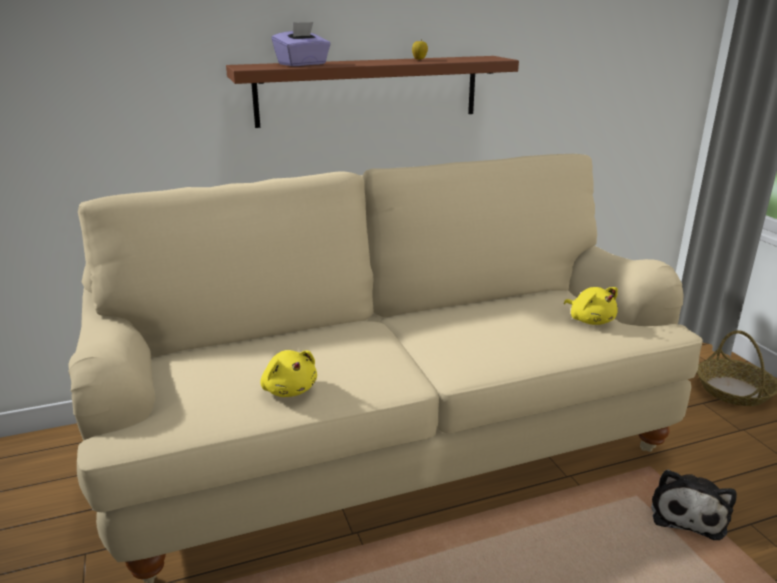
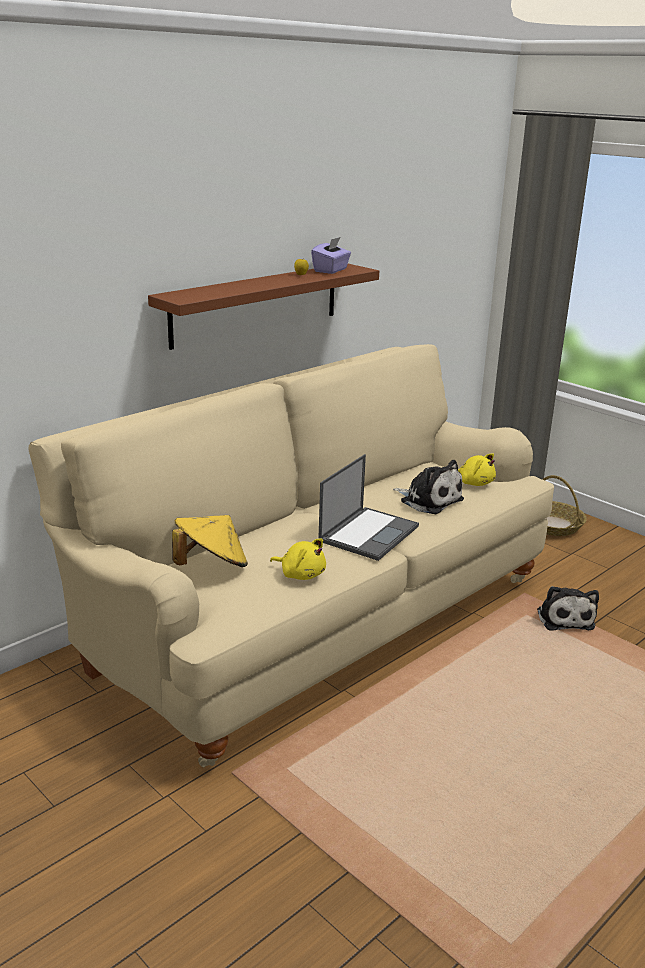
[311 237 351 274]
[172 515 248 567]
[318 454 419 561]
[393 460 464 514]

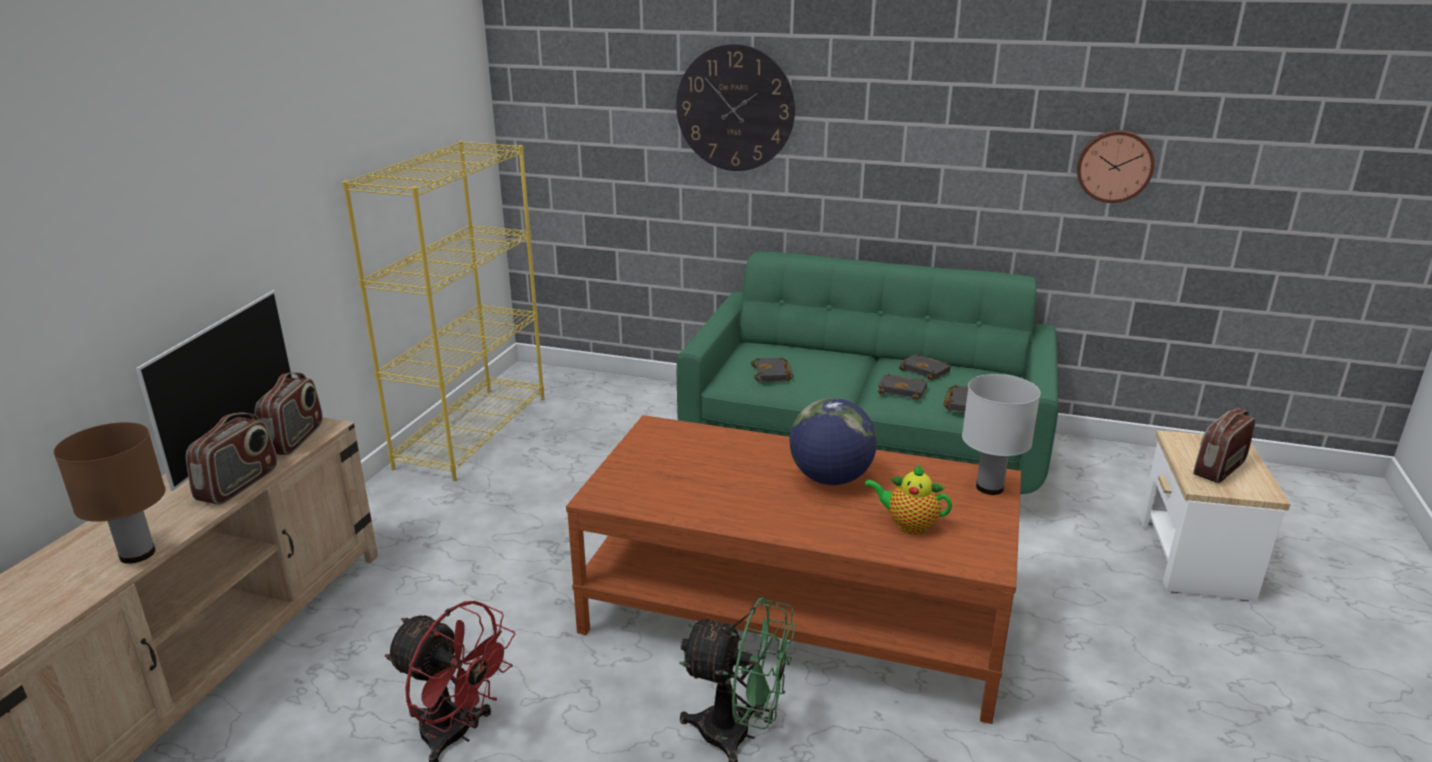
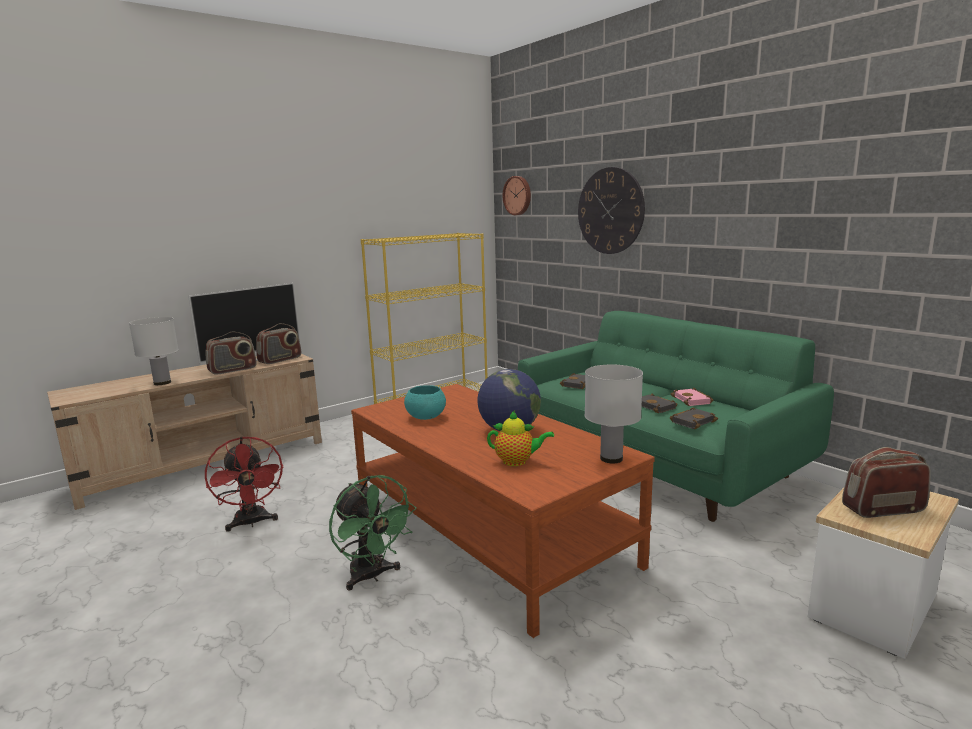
[129 317 179 385]
[487 411 554 466]
[671 388 714 406]
[503 176 531 215]
[404 385 446 420]

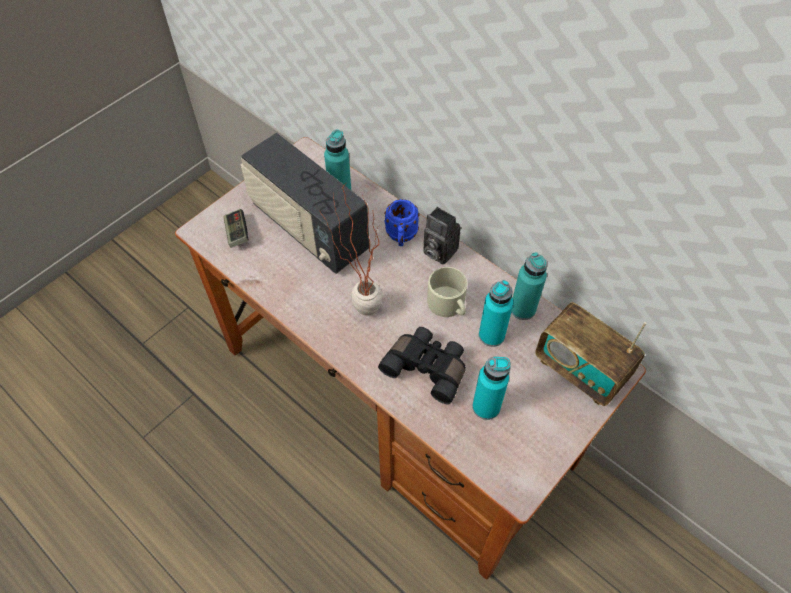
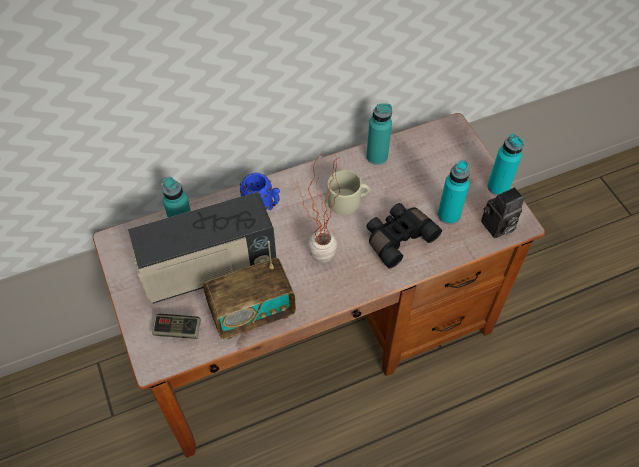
[481 187 525 238]
[488 134 524 196]
[203 241 296 339]

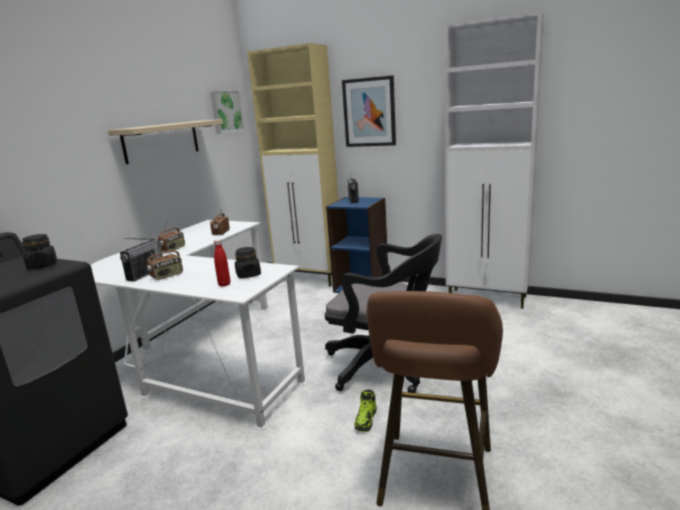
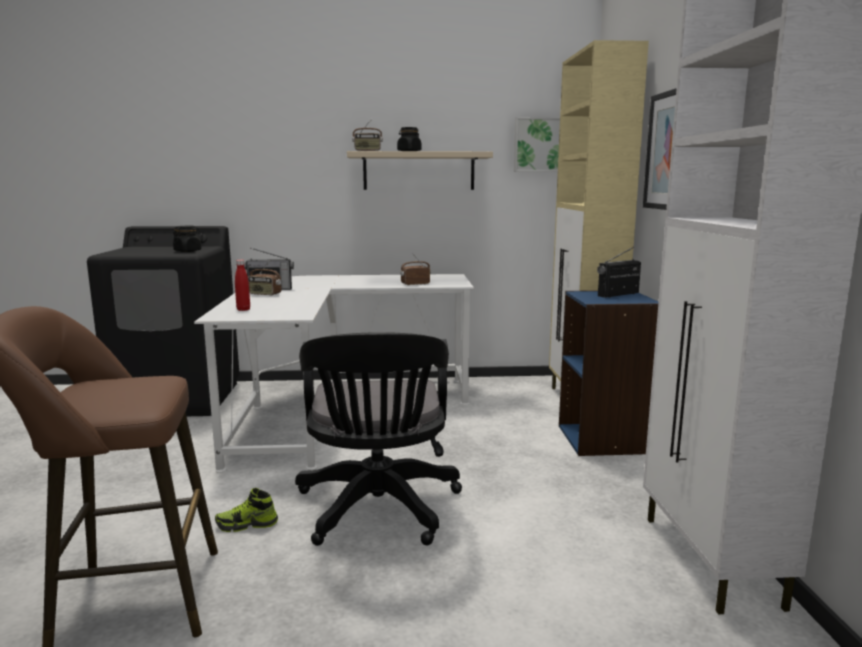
[352 119 383 151]
[397 127 421 151]

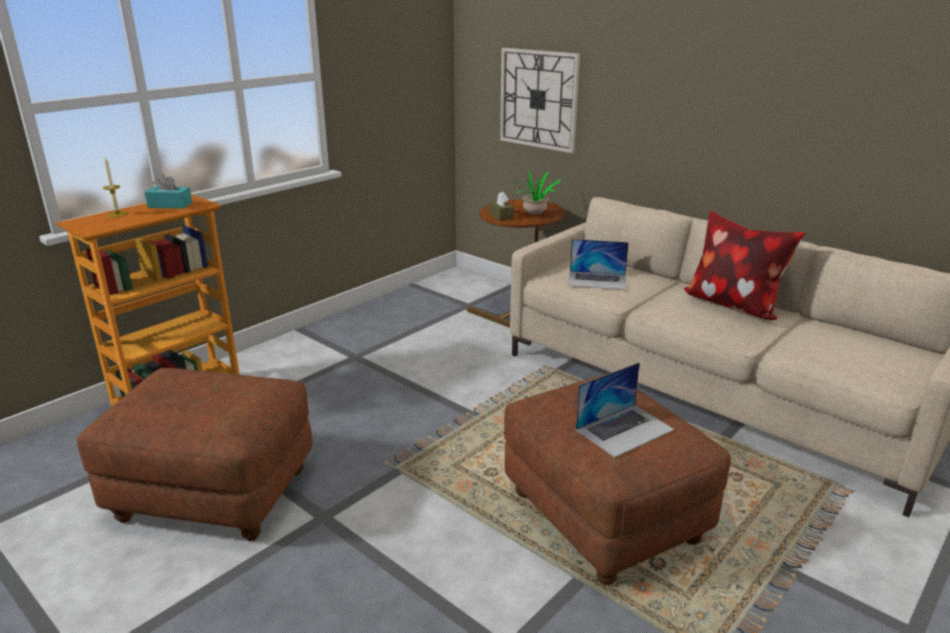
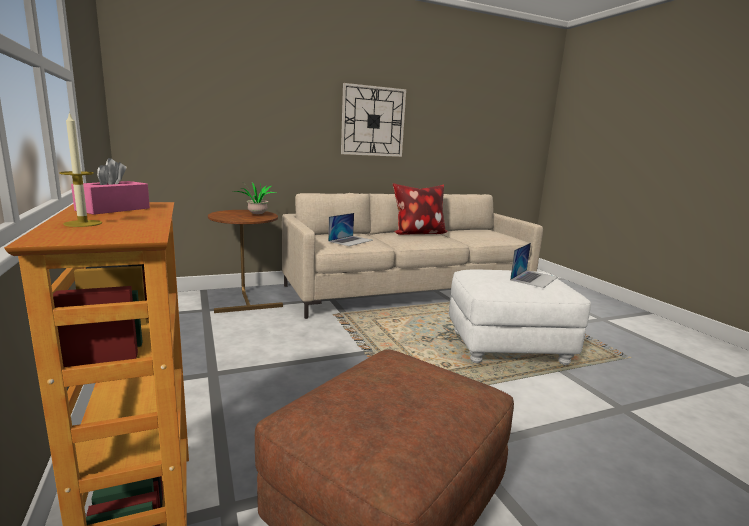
[71 158 150 215]
[489 192 514 221] (first image)
[341 83 406 157]
[449 269 591 365]
[510 243 558 288]

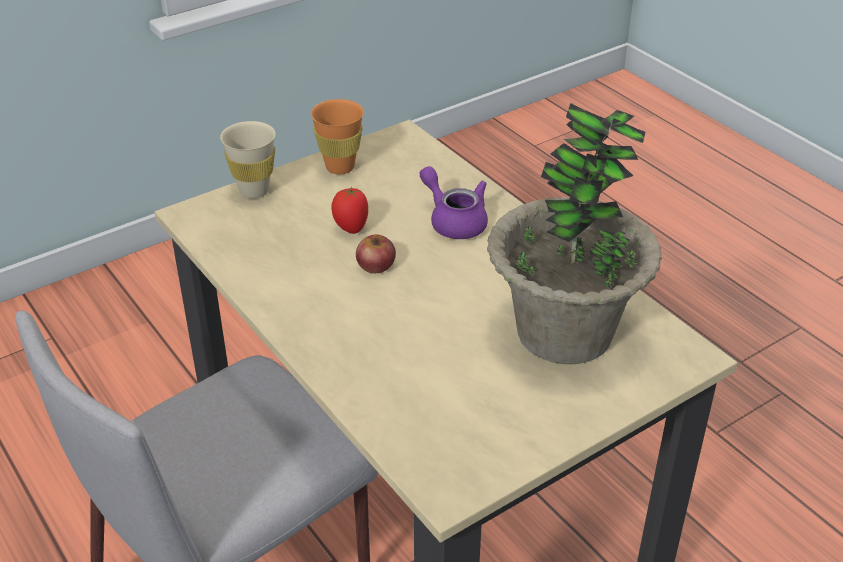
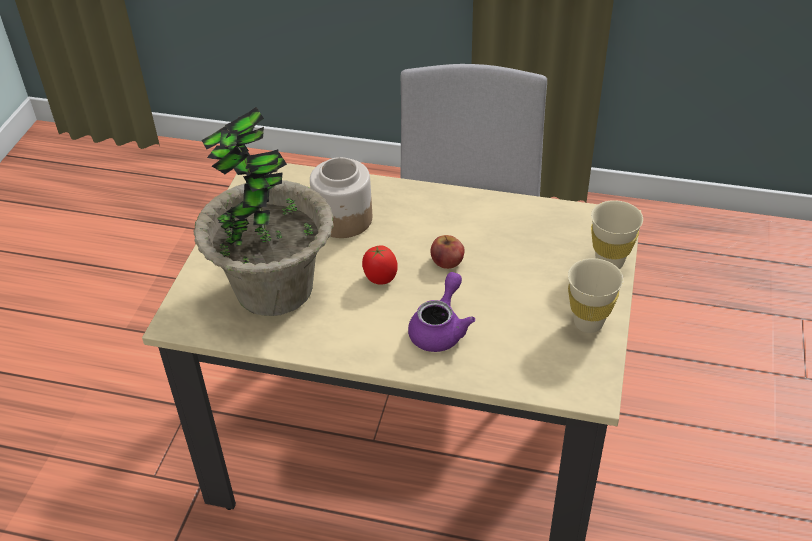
[568 258 623 333]
[362 245 398 285]
[408 272 475 352]
[310 157 372 238]

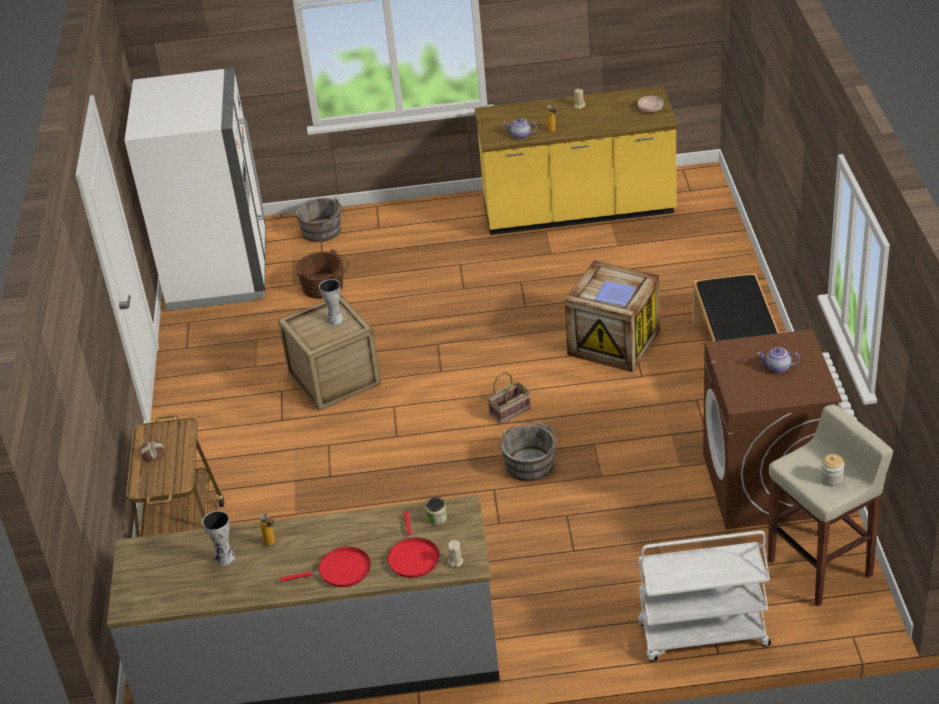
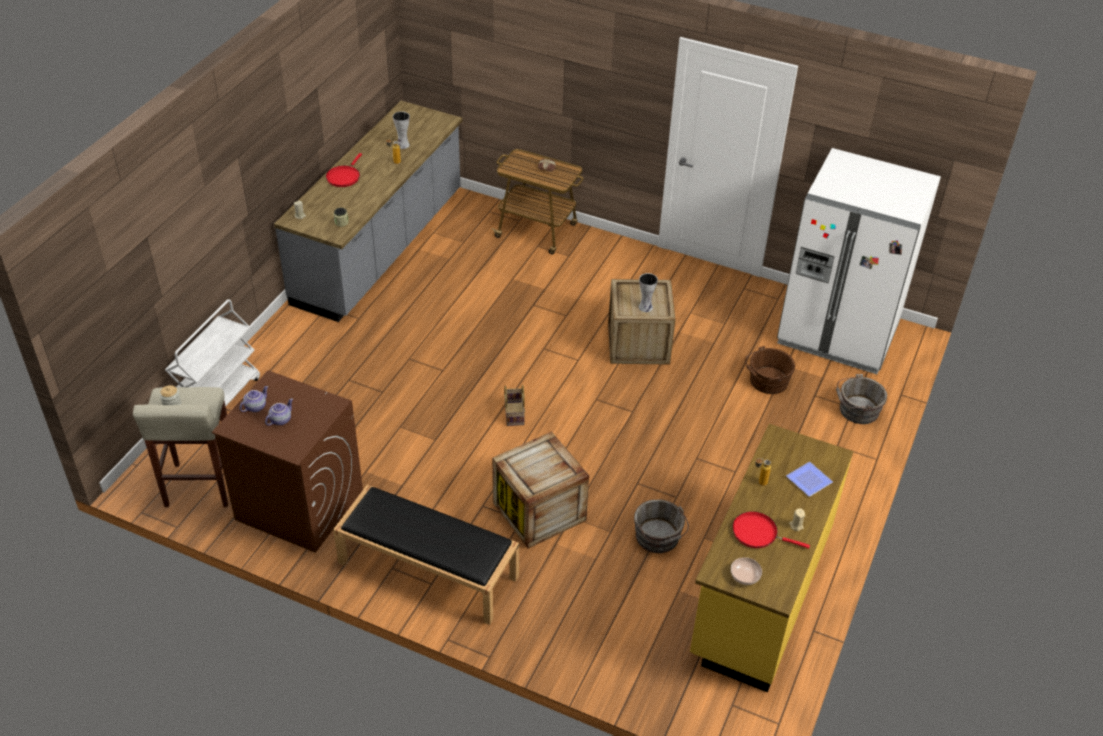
[733 512 810 549]
[634 499 689 553]
[239 386 268 412]
[786 462 833 497]

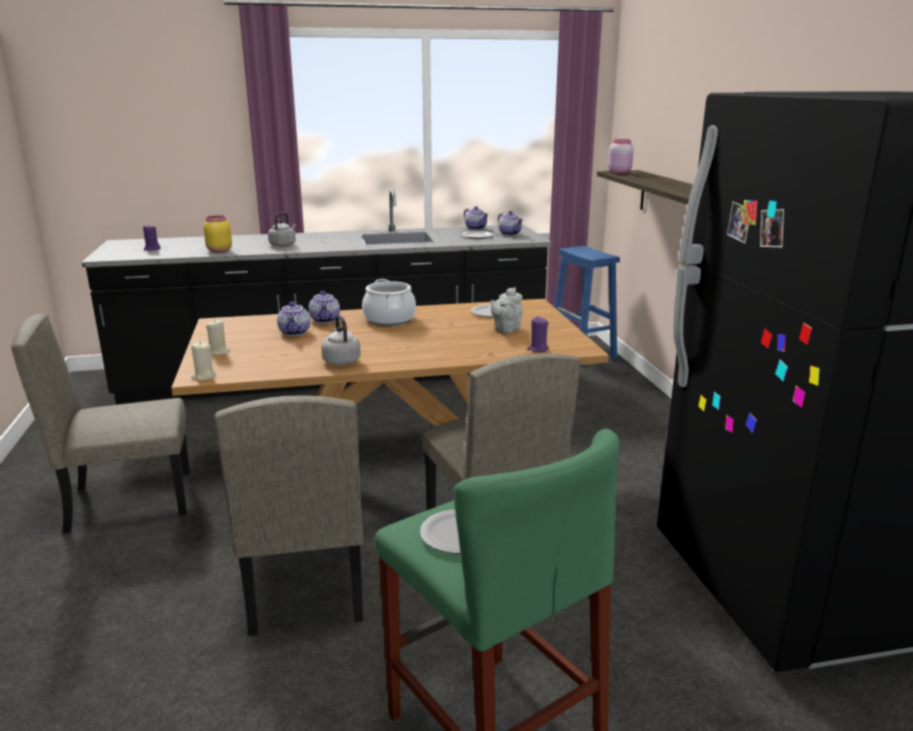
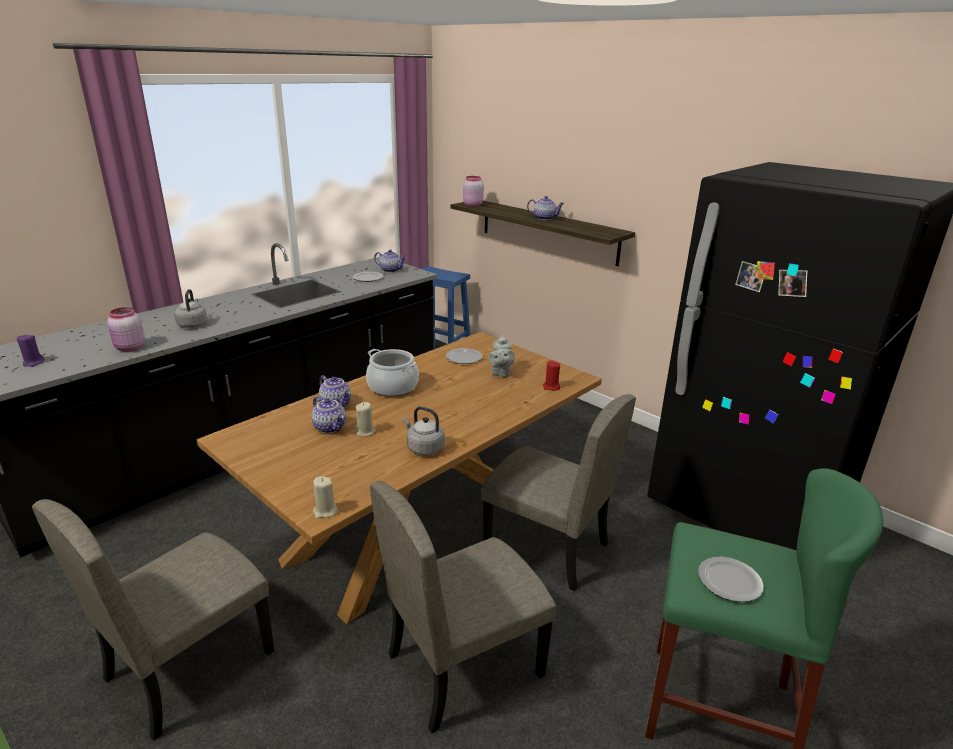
[107 307 145 352]
[355 402 376 436]
[370 481 557 733]
[527 196 565 220]
[543 361 560 391]

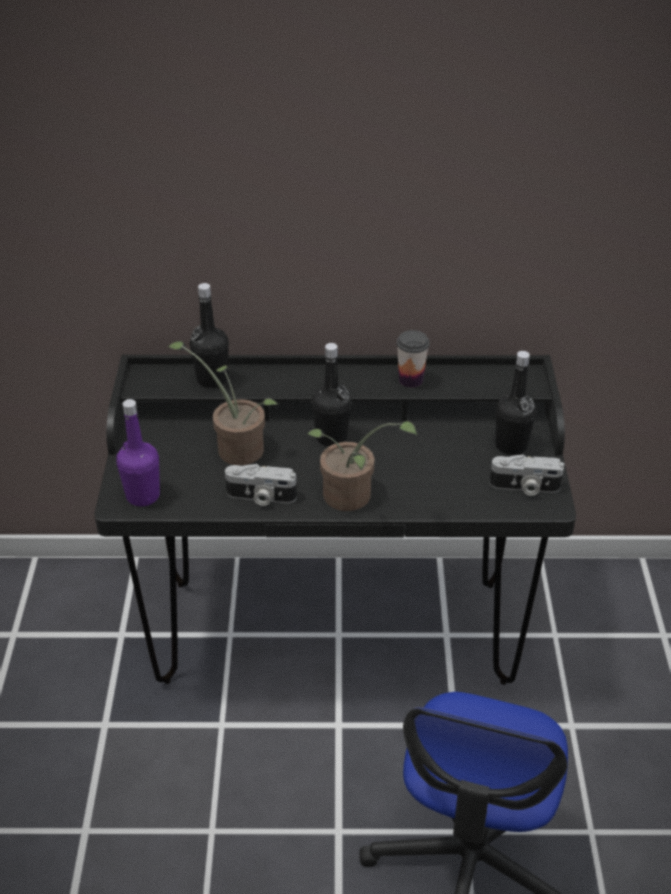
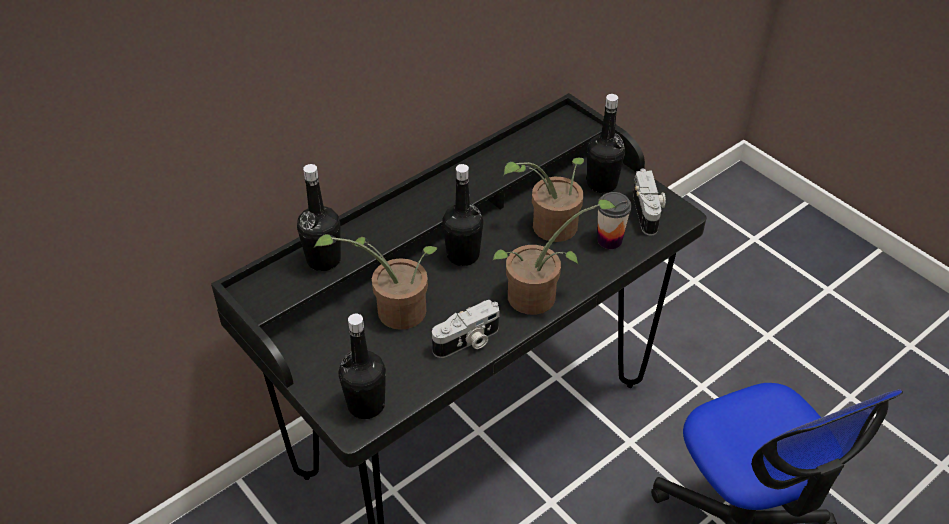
[338 314 386 419]
[597 192 632 249]
[633 169 666 236]
[503 158 584 242]

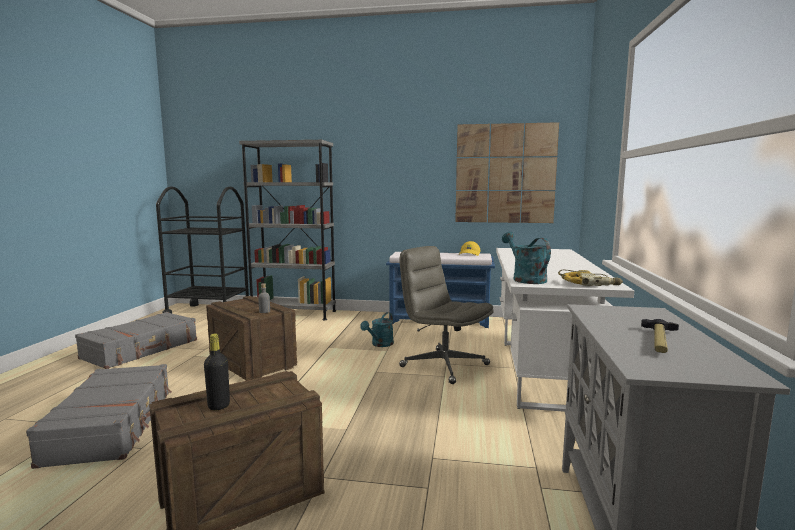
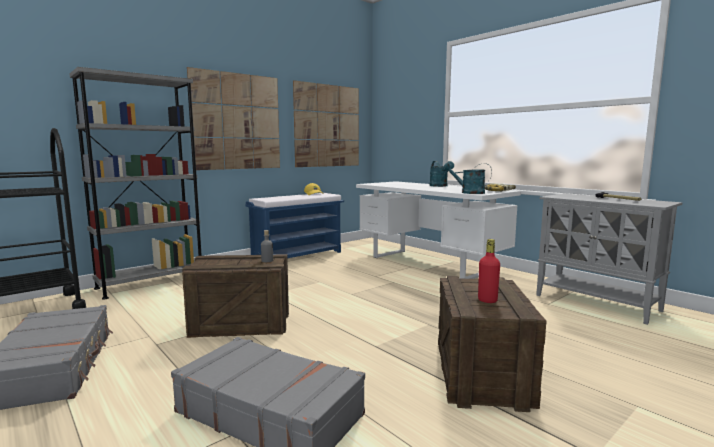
[478 239 500 303]
[429 161 454 187]
[399 246 494 384] (first image)
[187 67 280 170]

